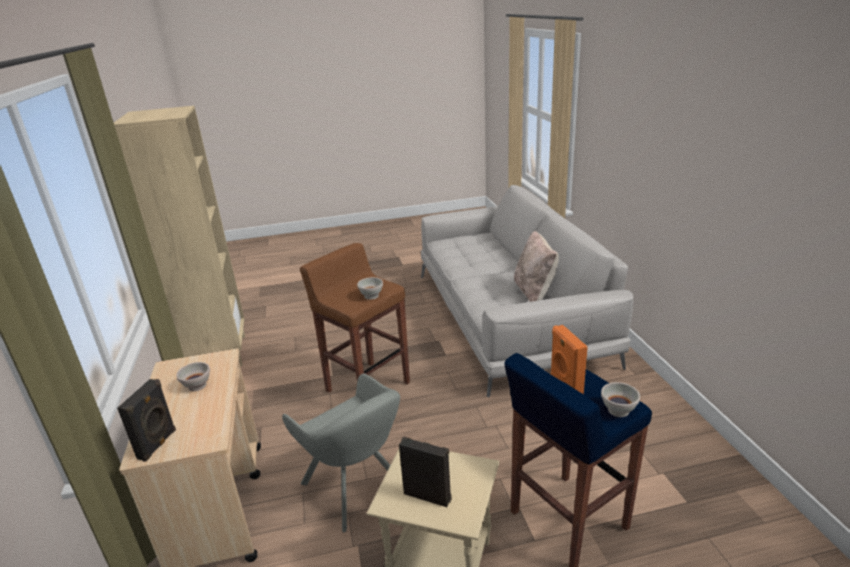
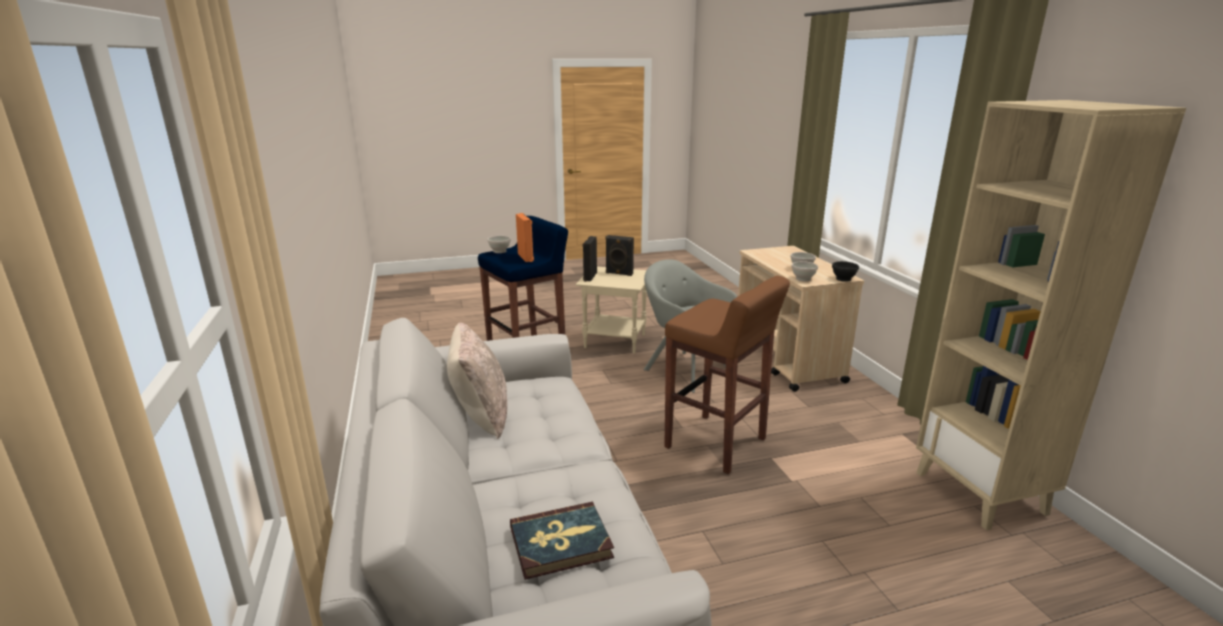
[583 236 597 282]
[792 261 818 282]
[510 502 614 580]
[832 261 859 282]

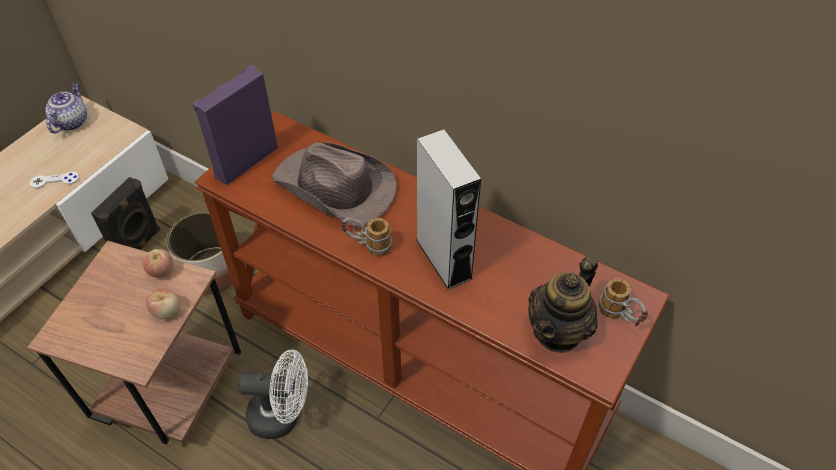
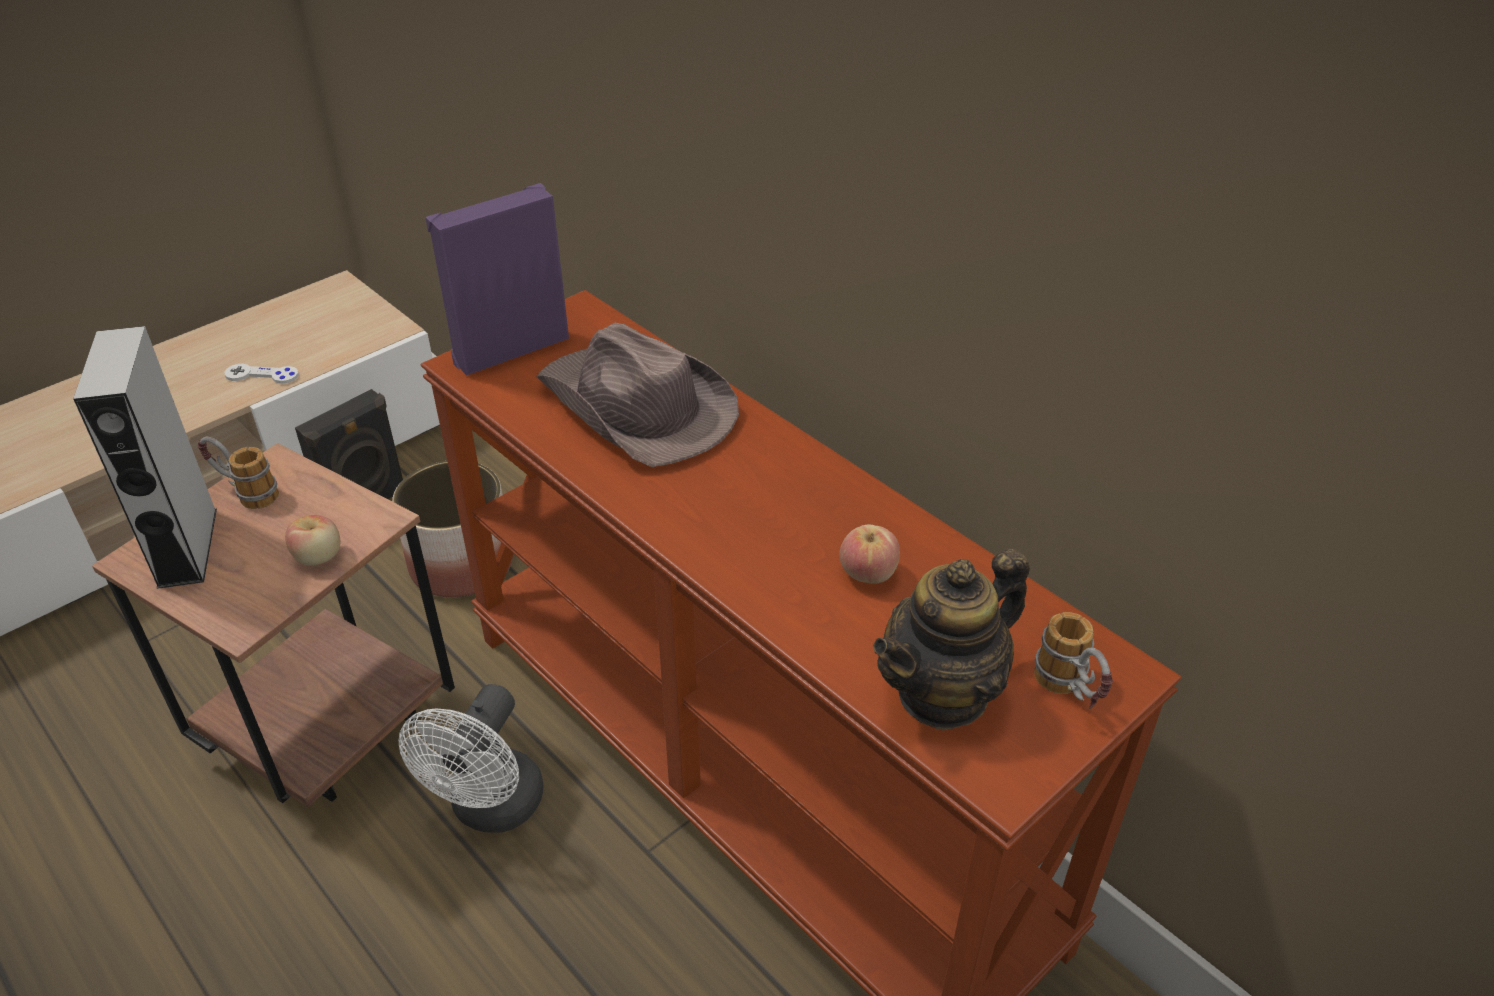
[45 82 87 133] (first image)
[839 525 900 584]
[399 684 544 833]
[198 437 279 509]
[73 326 217 589]

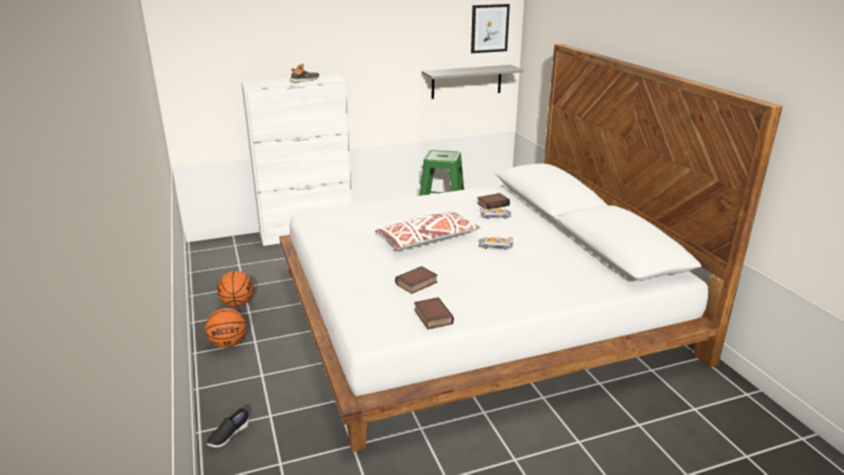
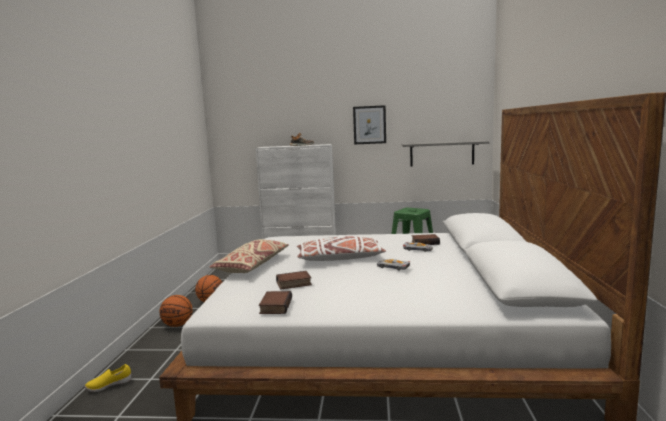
[85 364 132 392]
[353 105 386 144]
[209 239 289 273]

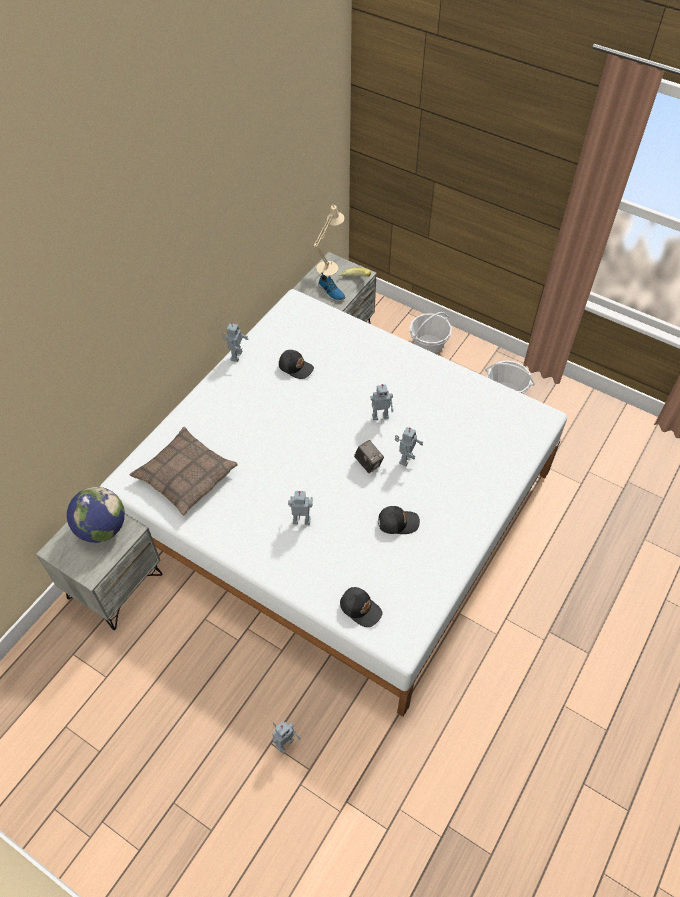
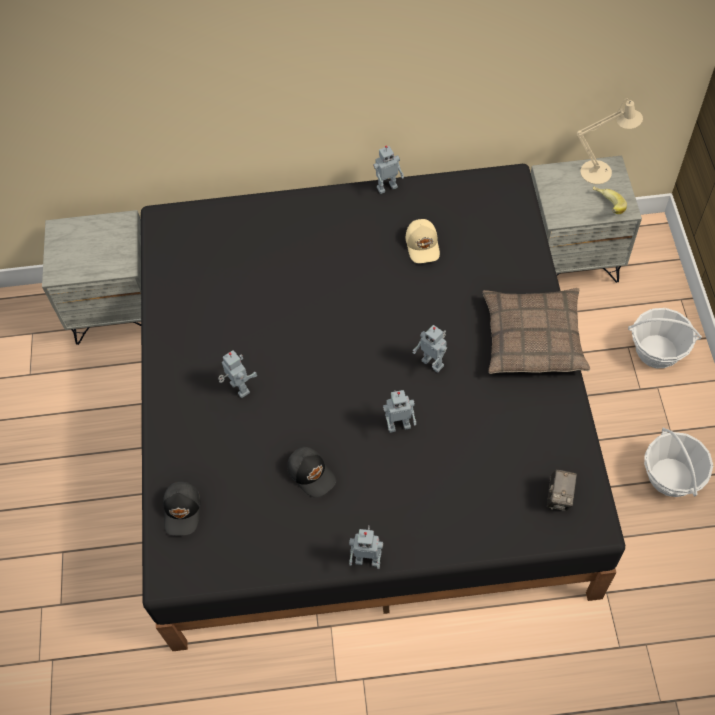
[67 487 125 543] (first image)
[141 164 625 651]
[482 288 590 374]
[349 526 383 569]
[406 219 440 263]
[318 272 346 301] (first image)
[547 470 577 511]

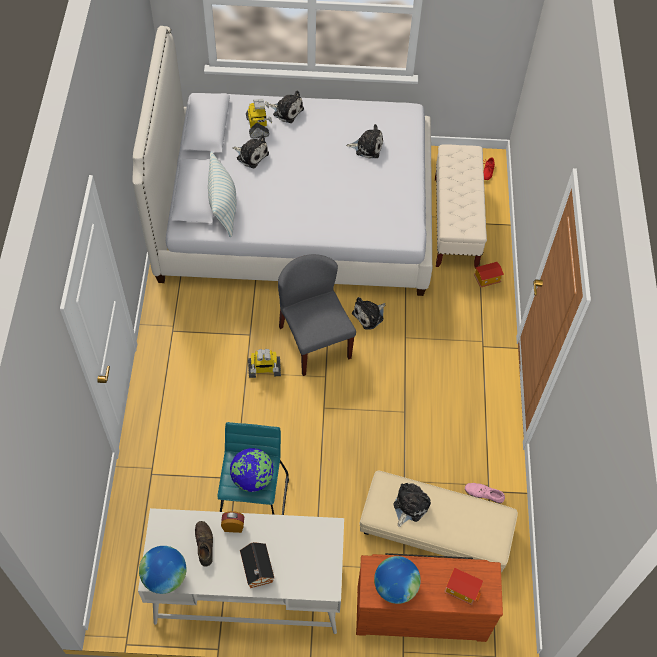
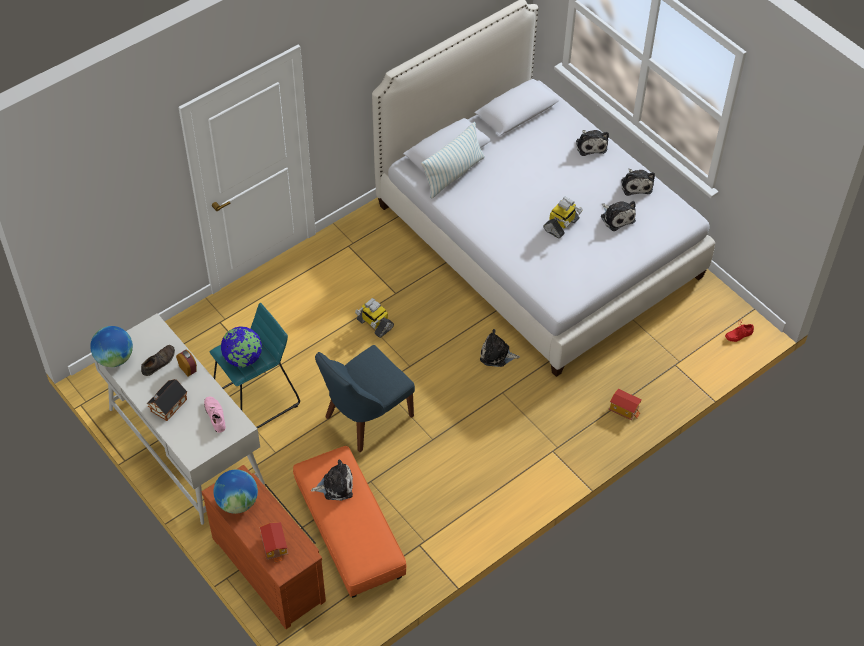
[621 169 655 196]
[543 196 583 238]
[278 254 356 376] (first image)
[293 446 407 598]
[435 144 487 269] (first image)
[204 397 226 433]
[315 345 415 452]

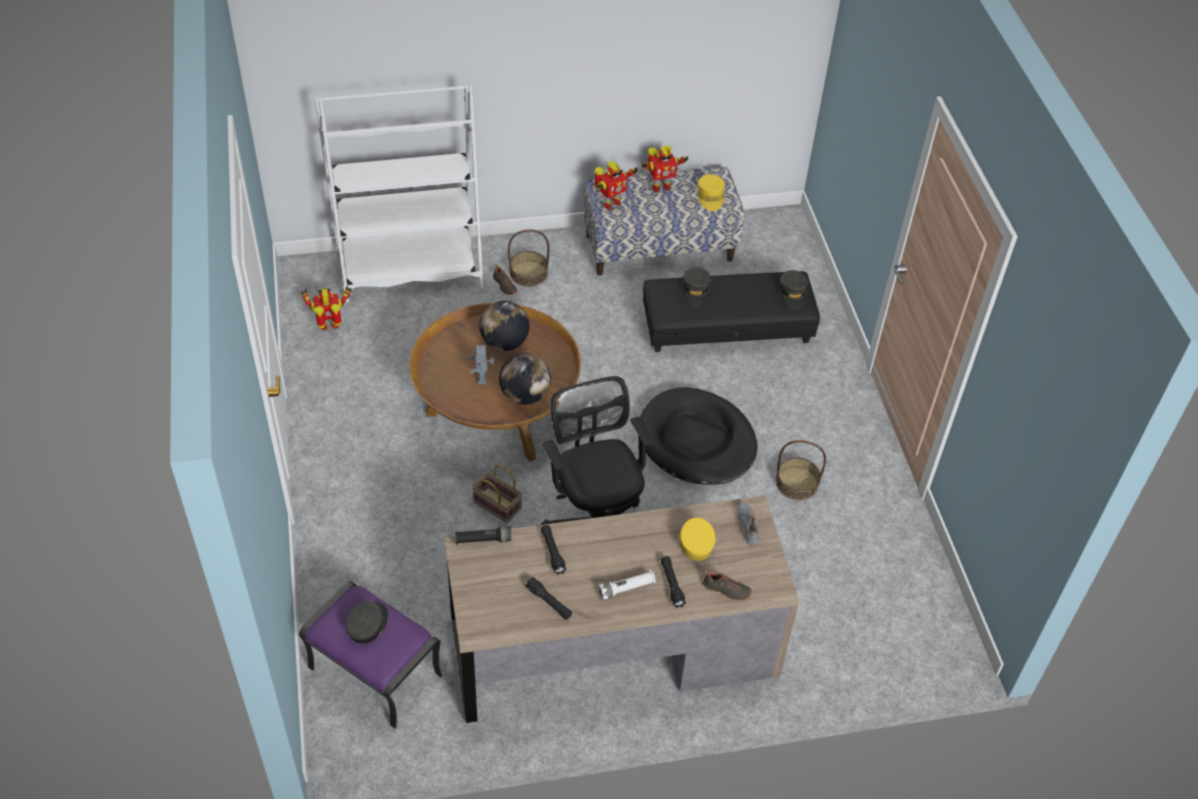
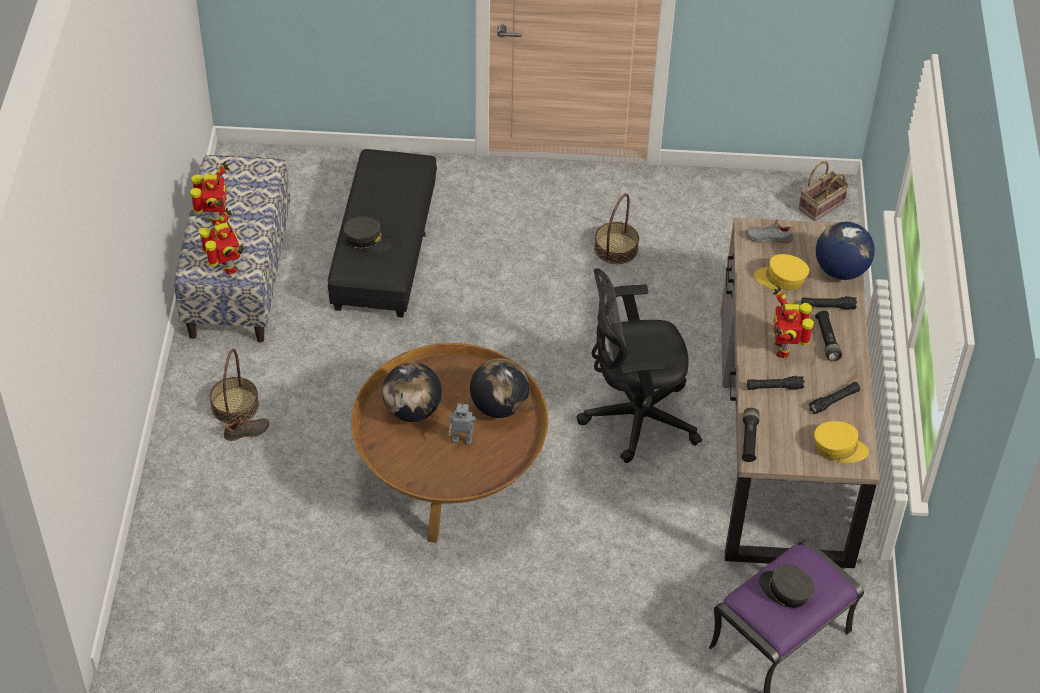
[773 286 814 358]
[315 84 483 302] (first image)
[799 161 849 221]
[815 311 842 361]
[640 387 758 485] (first image)
[814 421 869 463]
[816 222 875 280]
[779 270 808 309] (first image)

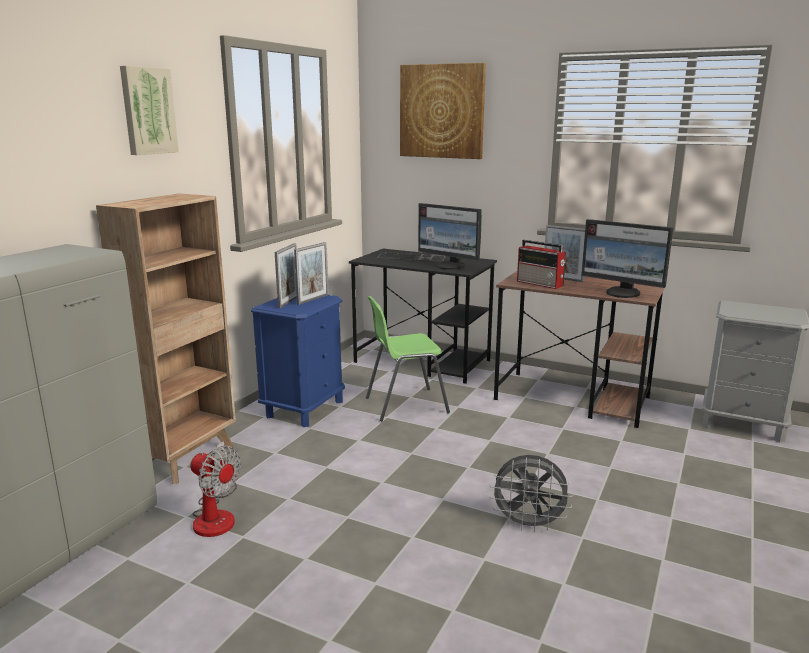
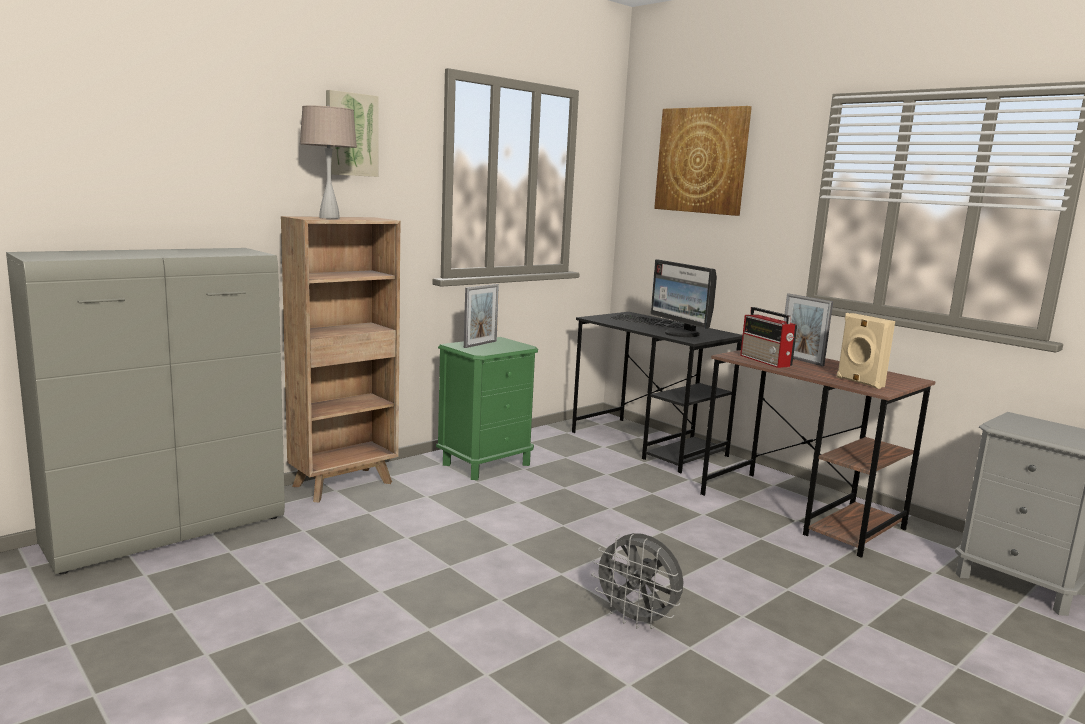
[190 441 241 537] (first image)
[436 337 538 480]
[294 242 329 305] (first image)
[366 296 450 421] (first image)
[837 313 895 389]
[300 105 357 219]

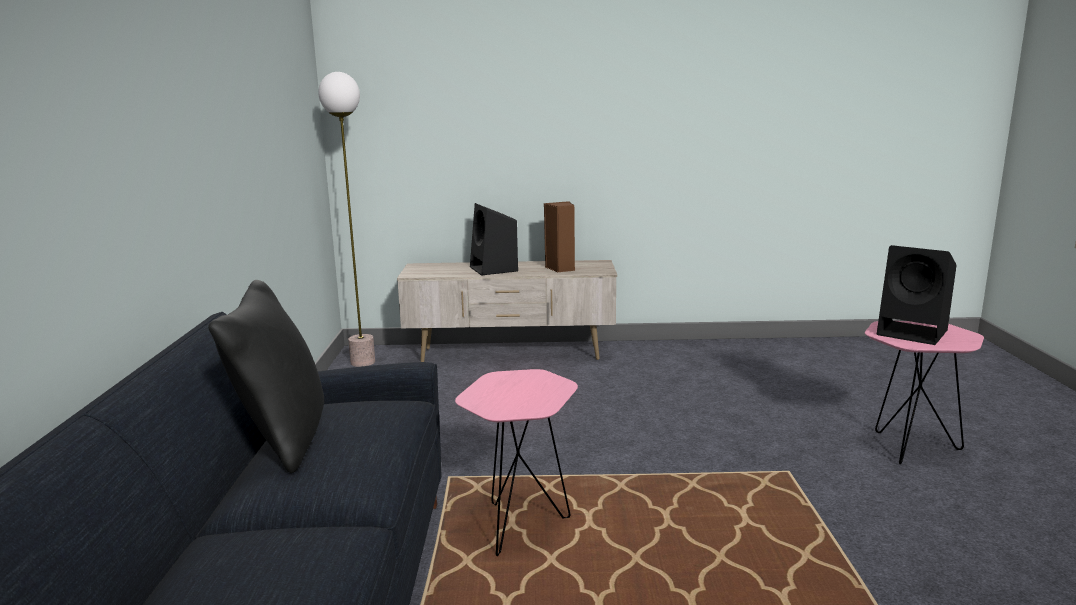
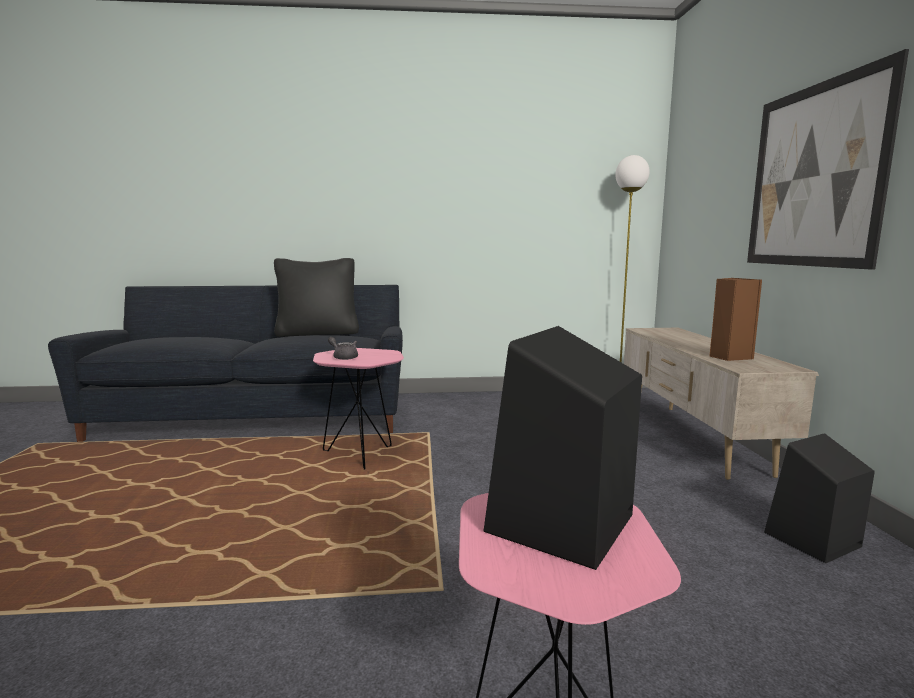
[764 433 875 563]
[328 337 358 360]
[747 49 909 270]

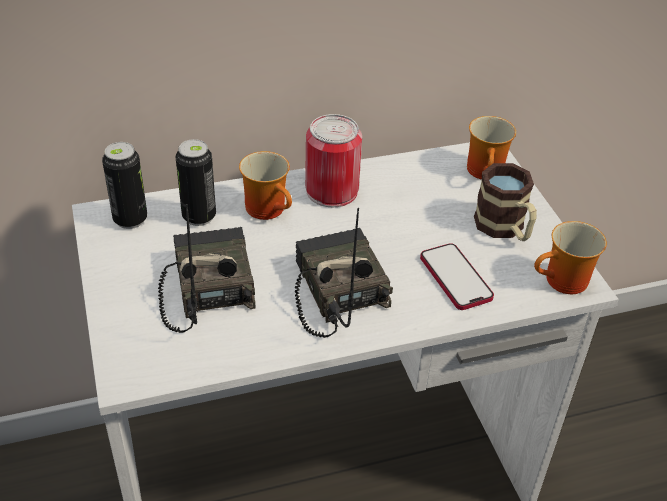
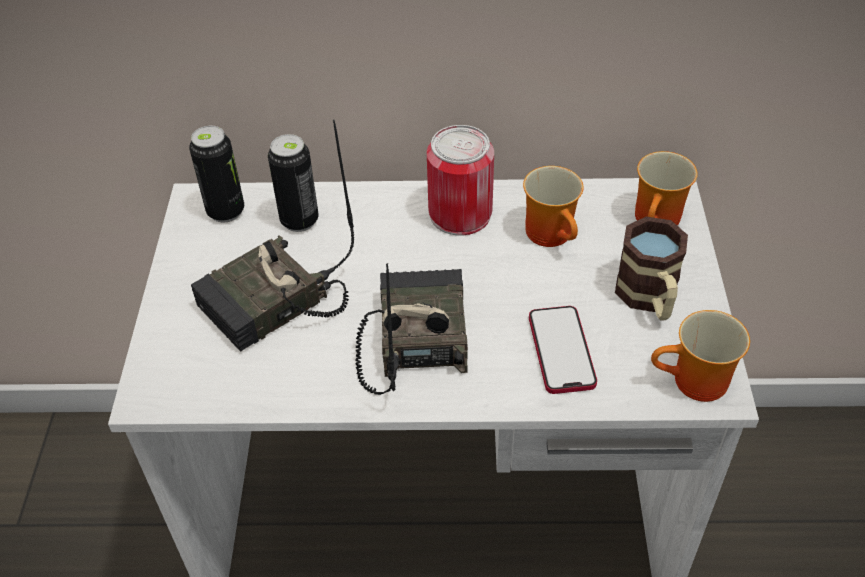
[191 120 354 352]
[523 166 584 247]

